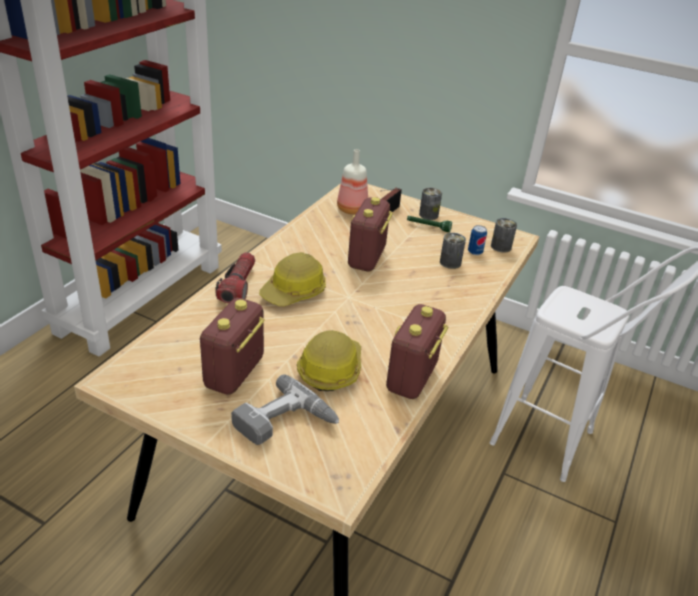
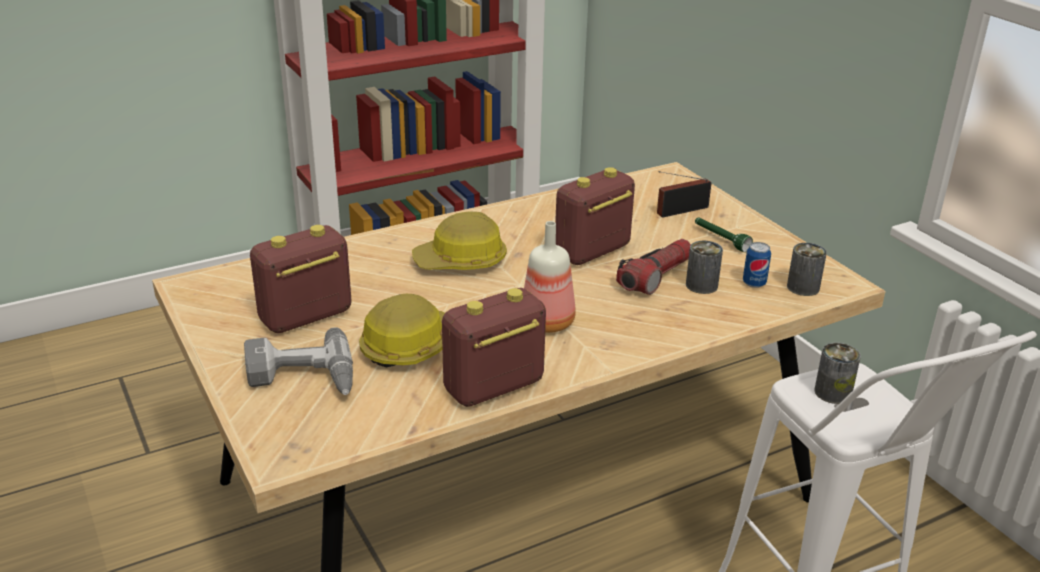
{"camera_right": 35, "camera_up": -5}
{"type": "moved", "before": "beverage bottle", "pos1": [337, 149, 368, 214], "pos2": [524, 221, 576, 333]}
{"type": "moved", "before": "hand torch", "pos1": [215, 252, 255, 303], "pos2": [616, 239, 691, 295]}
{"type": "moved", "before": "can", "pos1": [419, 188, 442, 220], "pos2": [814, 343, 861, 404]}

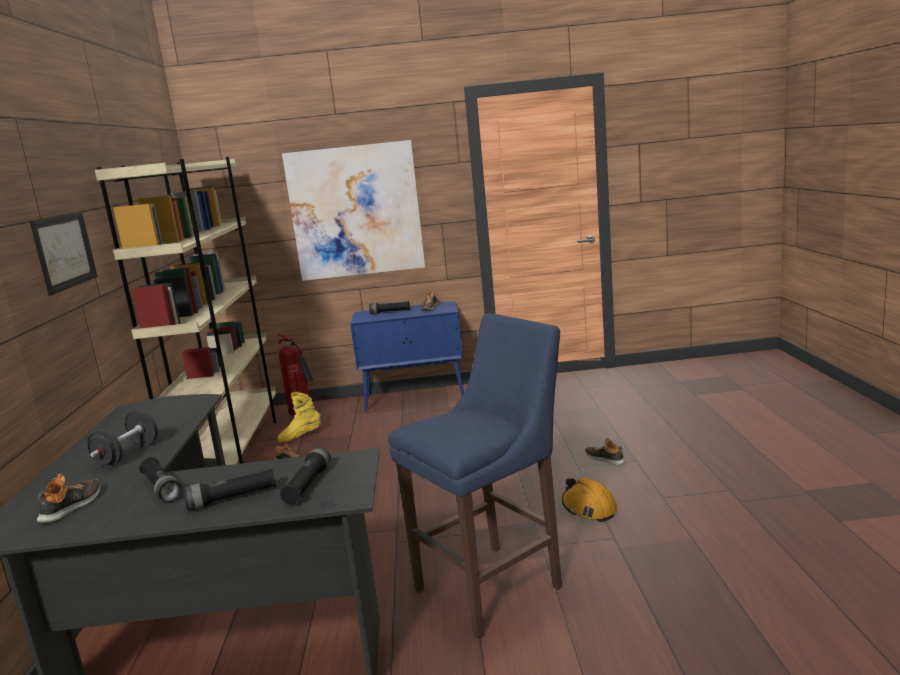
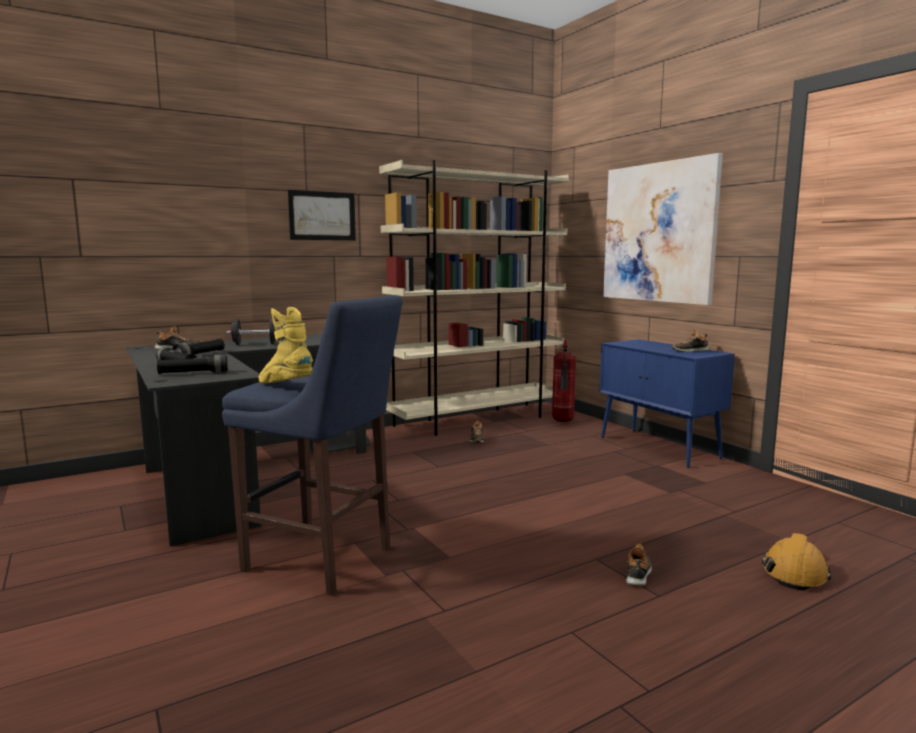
{"camera_right": 60, "camera_up": -5}
{"type": "moved", "before": "yellow-coloured high-top boot", "pos1": [277, 392, 321, 442], "pos2": [259, 307, 313, 383]}
{"type": "moved", "before": "orange-coloured safety helmet", "pos1": [562, 477, 617, 522], "pos2": [762, 533, 831, 591]}
{"type": "removed", "before": "black-coloured hand torch", "pos1": [369, 301, 410, 314]}

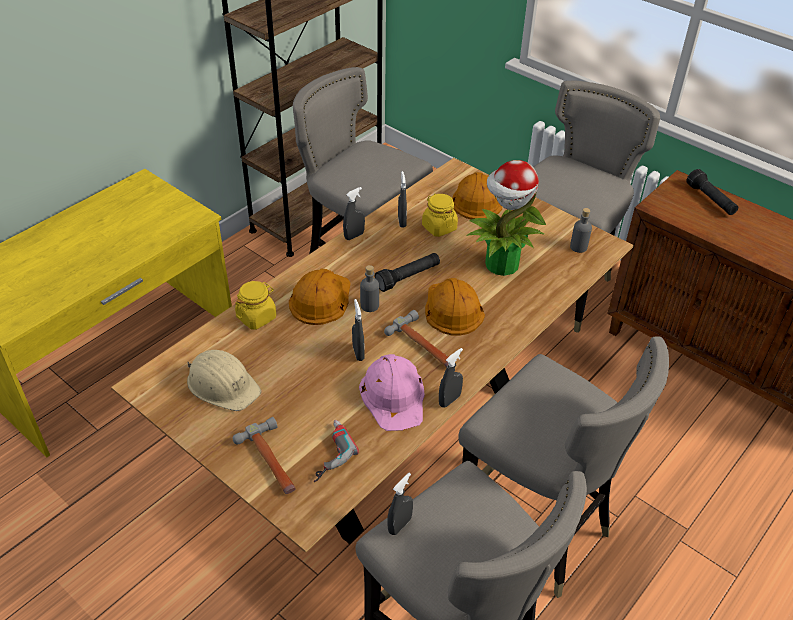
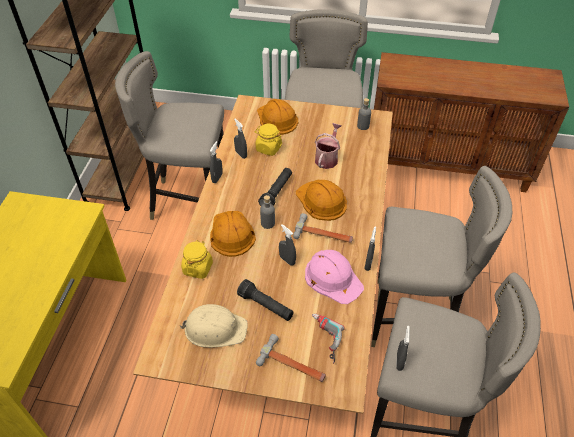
{"camera_right": -30, "camera_up": 5}
{"type": "moved", "before": "black-coloured hand torch", "pos1": [686, 169, 738, 215], "pos2": [237, 279, 294, 321]}
{"type": "replaced", "before": "plant in a pot", "after": "sprinkling can", "pos1": [467, 160, 546, 276], "pos2": [315, 123, 342, 169]}

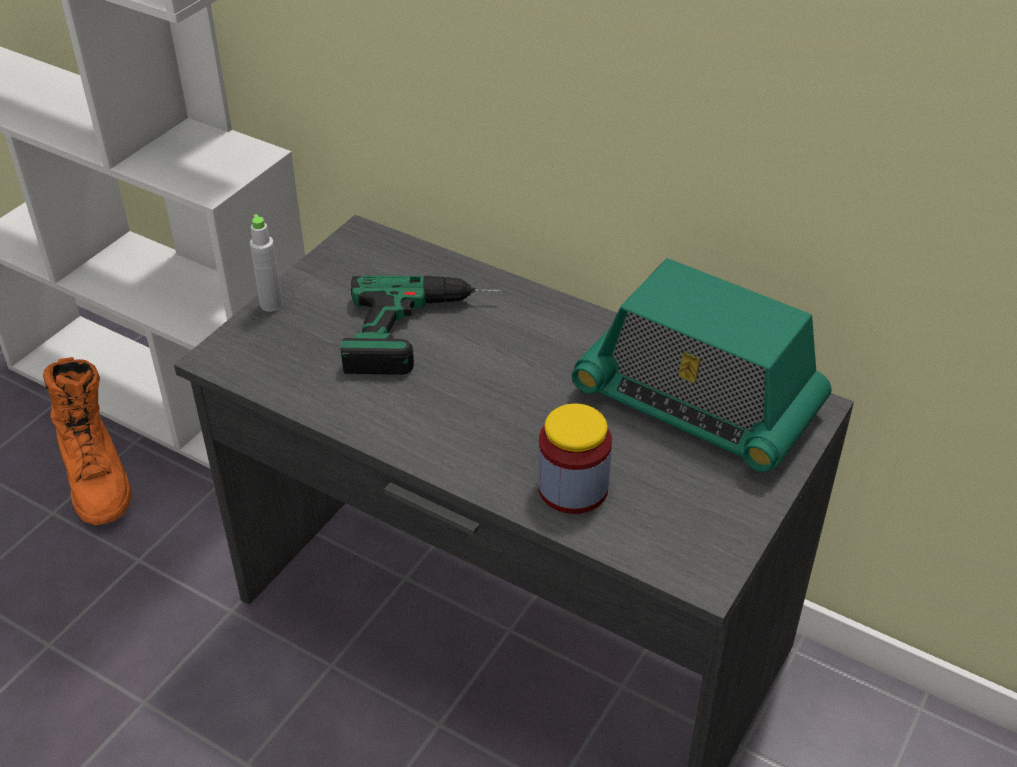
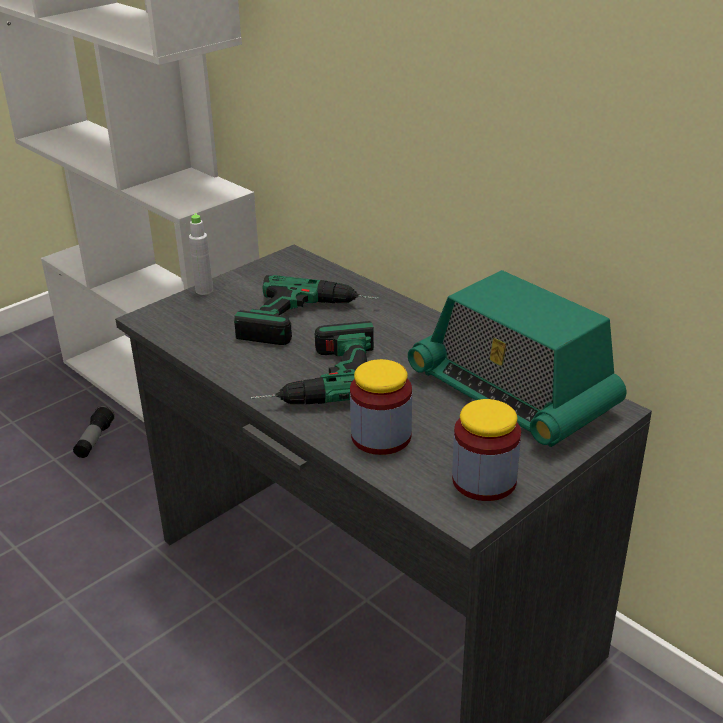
{"camera_right": 15, "camera_up": -10}
{"type": "replaced", "before": "orange-coloured high-top boot", "after": "hand torch", "pos1": [43, 357, 132, 525], "pos2": [73, 406, 115, 458]}
{"type": "added", "after": "power drill", "pos2": [251, 321, 374, 404]}
{"type": "added", "after": "jar", "pos2": [452, 399, 521, 501]}

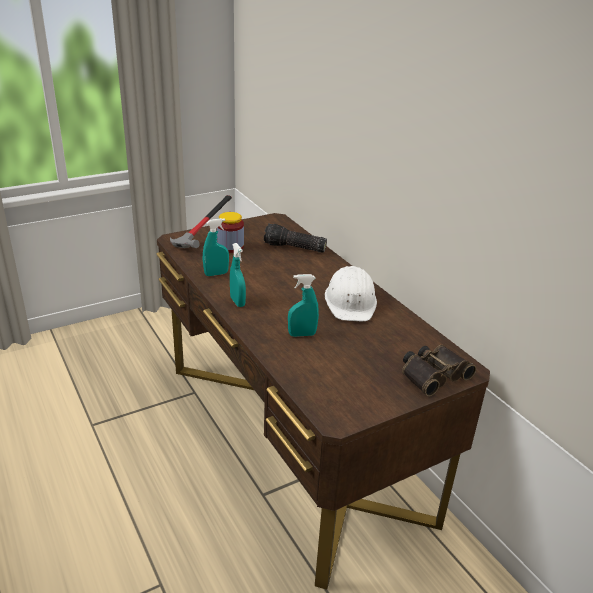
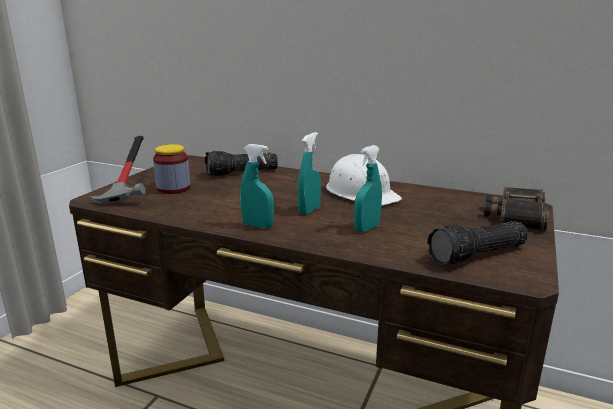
{"camera_right": -35, "camera_up": -10}
{"type": "moved", "before": "turquoise-coloured spray bottle", "pos1": [203, 218, 229, 276], "pos2": [298, 132, 321, 215]}
{"type": "added", "after": "hand torch", "pos2": [427, 221, 528, 265]}

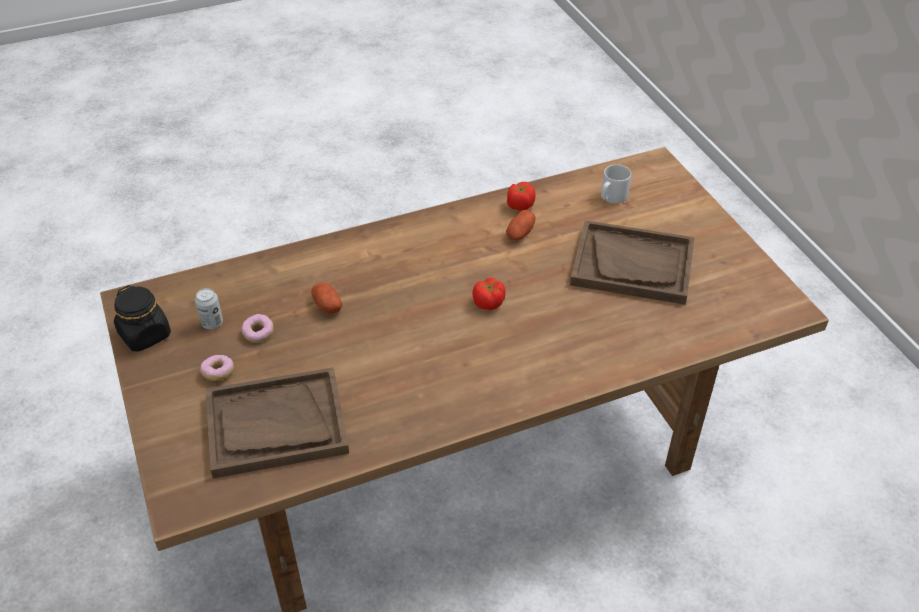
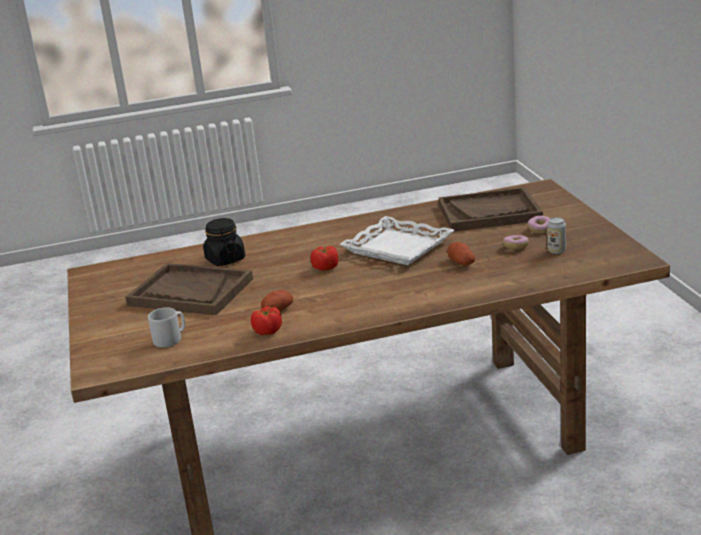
{"camera_right": -170, "camera_up": -20}
{"type": "moved", "before": "black-coloured jar", "pos1": [114, 285, 171, 352], "pos2": [203, 218, 245, 266]}
{"type": "added", "after": "whitish carrying tray", "pos2": [339, 216, 454, 265]}

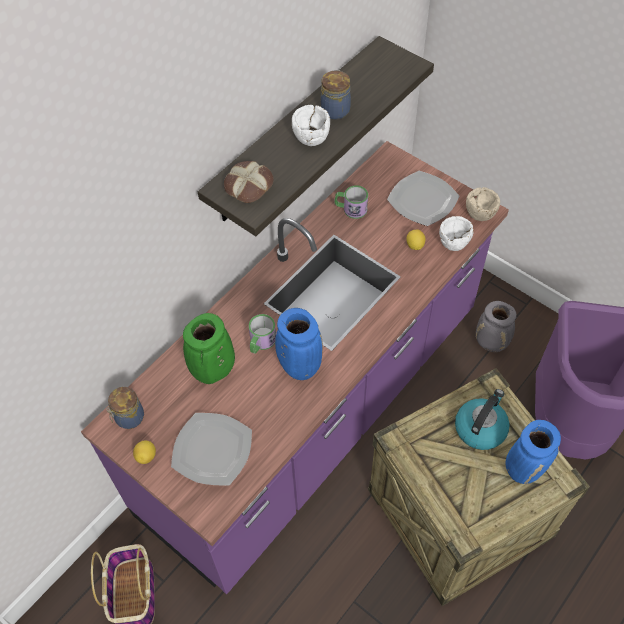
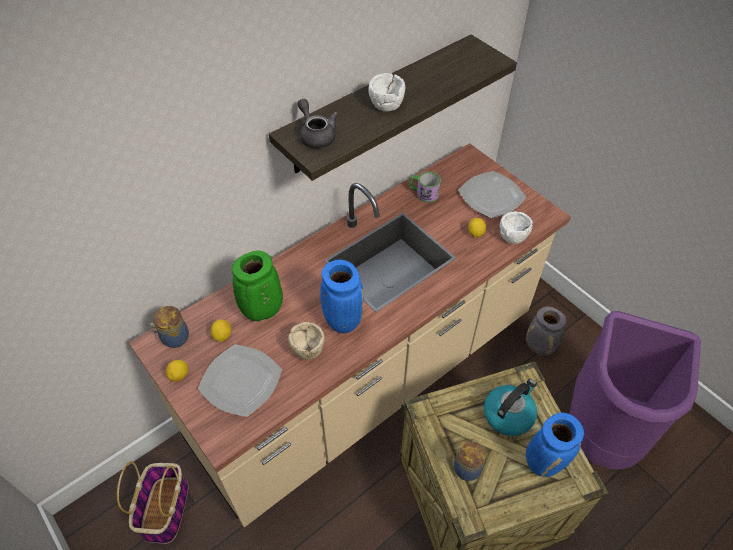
{"camera_right": 10, "camera_up": -5}
{"type": "recoloured", "before": "purple-coloured kitchen base unit", "after": "sand-coloured kitchen base unit", "pos1": [81, 141, 509, 594], "pos2": [128, 143, 571, 527]}
{"type": "added", "after": "citrus fruit", "pos2": [211, 320, 232, 342]}
{"type": "moved", "before": "sand-coloured deep dish", "pos1": [466, 187, 500, 221], "pos2": [288, 322, 325, 360]}
{"type": "replaced", "before": "baked bread", "after": "gray tea pot", "pos1": [224, 161, 274, 203], "pos2": [298, 99, 338, 149]}
{"type": "moved", "before": "jar", "pos1": [321, 70, 351, 120], "pos2": [454, 439, 486, 481]}
{"type": "removed", "before": "tea mug", "pos1": [249, 314, 276, 354]}

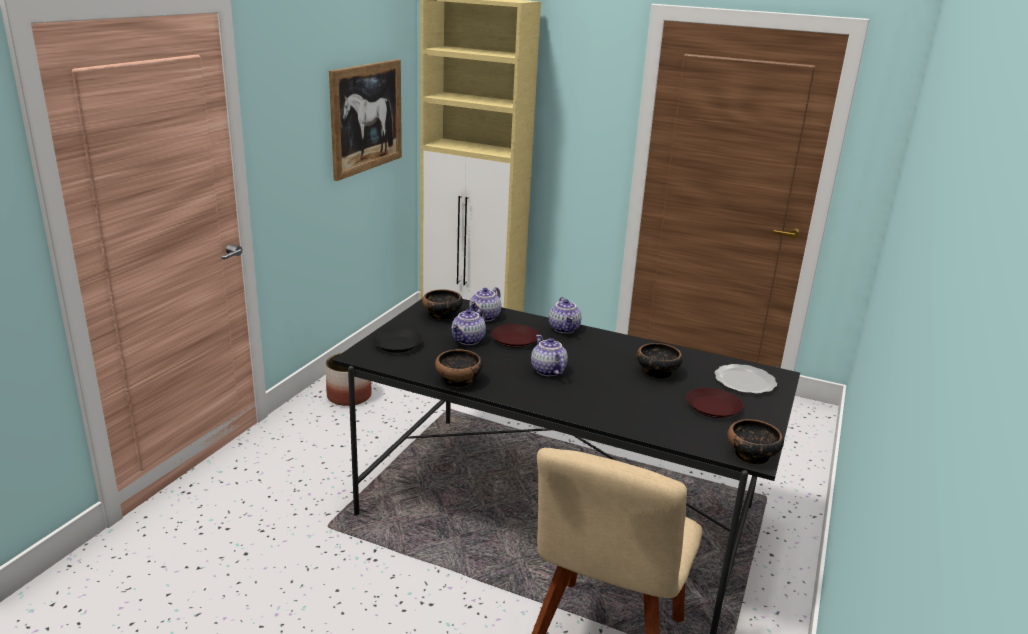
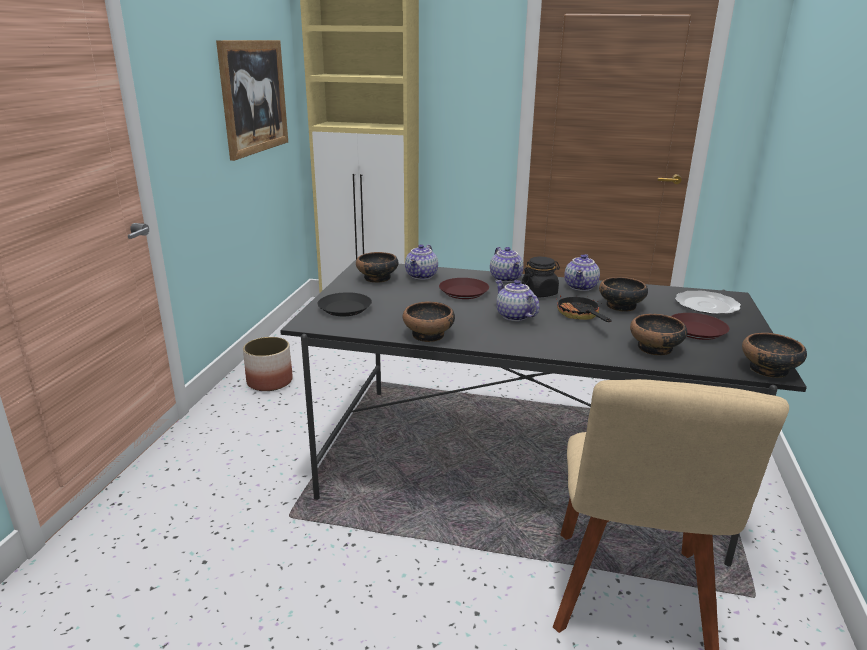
{"camera_right": -10, "camera_up": 0}
{"type": "added", "after": "black-coloured jar", "pos2": [522, 257, 560, 298]}
{"type": "added", "after": "skillet", "pos2": [556, 289, 612, 322]}
{"type": "moved", "before": "tea pot", "pos1": [451, 308, 486, 345], "pos2": [564, 254, 600, 291]}
{"type": "added", "after": "deep dish", "pos2": [630, 314, 687, 356]}

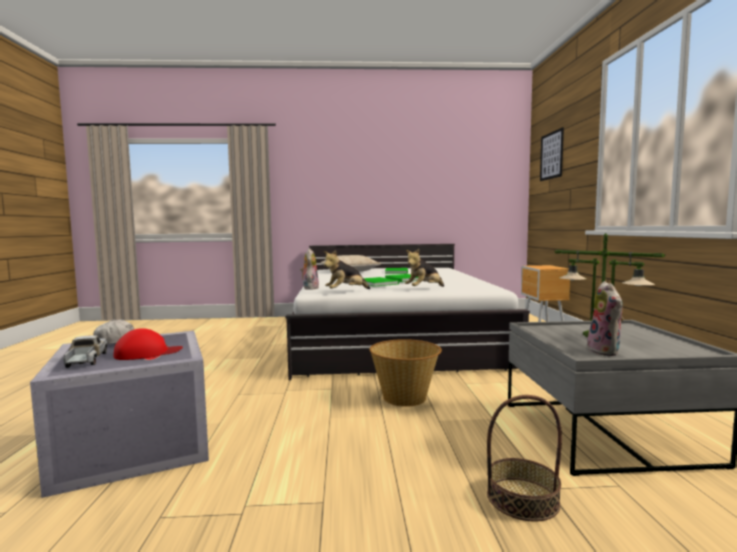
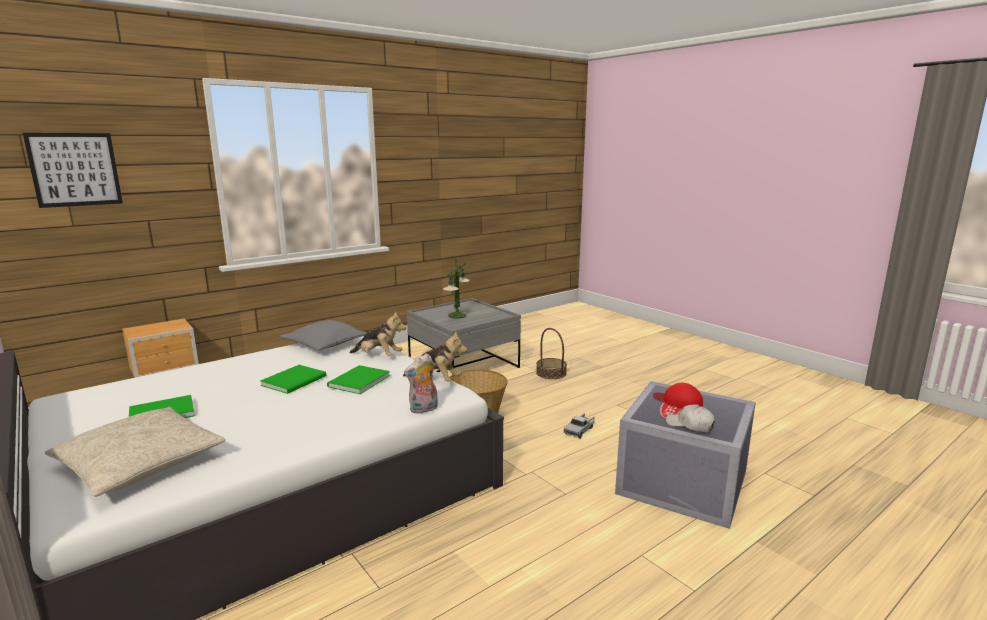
{"camera_right": -125, "camera_up": 10}
{"type": "added", "after": "gray cushion", "pos2": [280, 320, 367, 351]}
{"type": "moved", "before": "toy truck", "pos1": [63, 335, 108, 368], "pos2": [564, 413, 594, 439]}
{"type": "removed", "before": "soft toy", "pos1": [587, 281, 624, 356]}

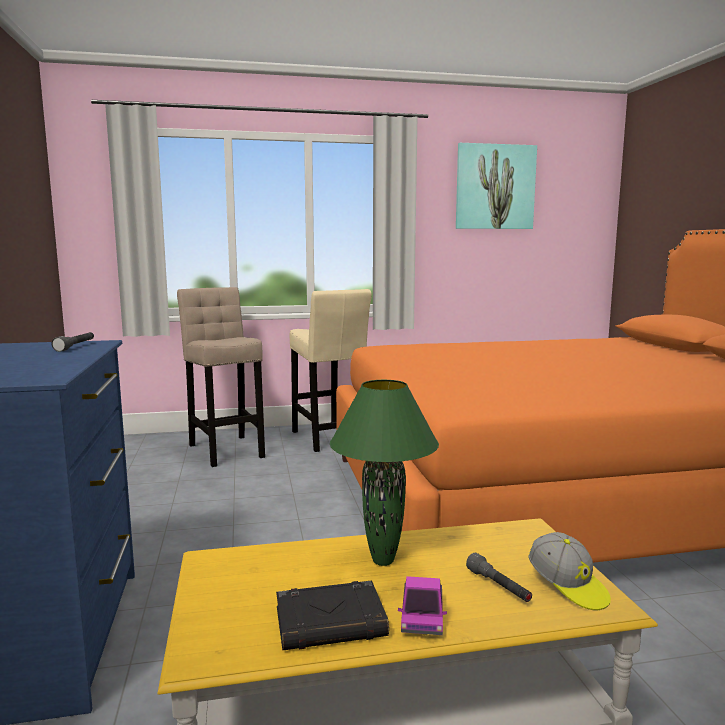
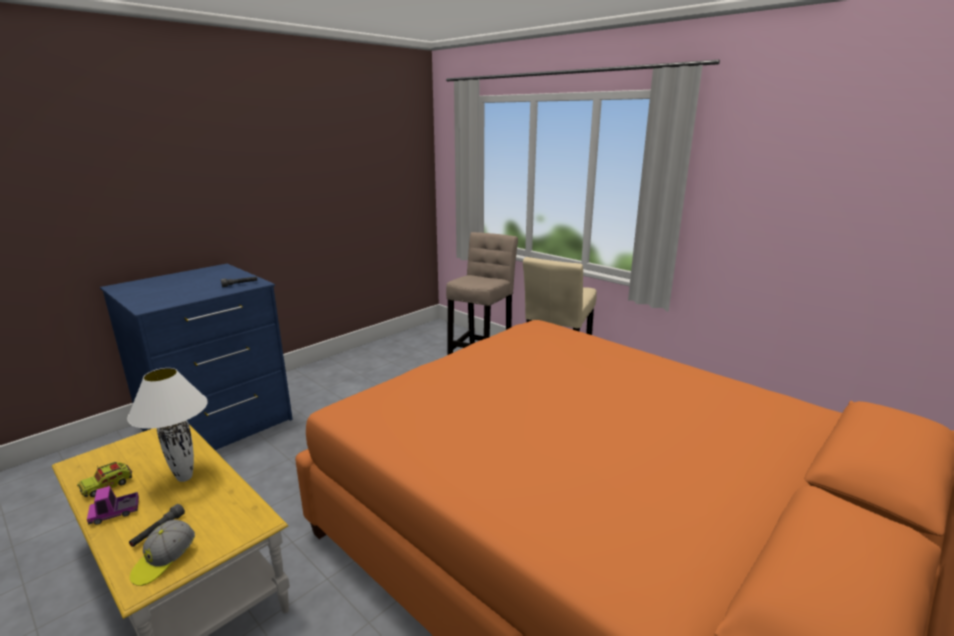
{"camera_right": 55, "camera_up": 10}
{"type": "replaced", "before": "black-coloured volume", "after": "toy truck", "pos1": [276, 580, 389, 651], "pos2": [77, 462, 132, 497]}
{"type": "recoloured", "before": "green-coloured tabletop lamp", "after": "whitish tabletop lamp", "pos1": [330, 380, 439, 566], "pos2": [127, 368, 208, 482]}
{"type": "removed", "before": "picture", "pos1": [456, 143, 537, 229]}

